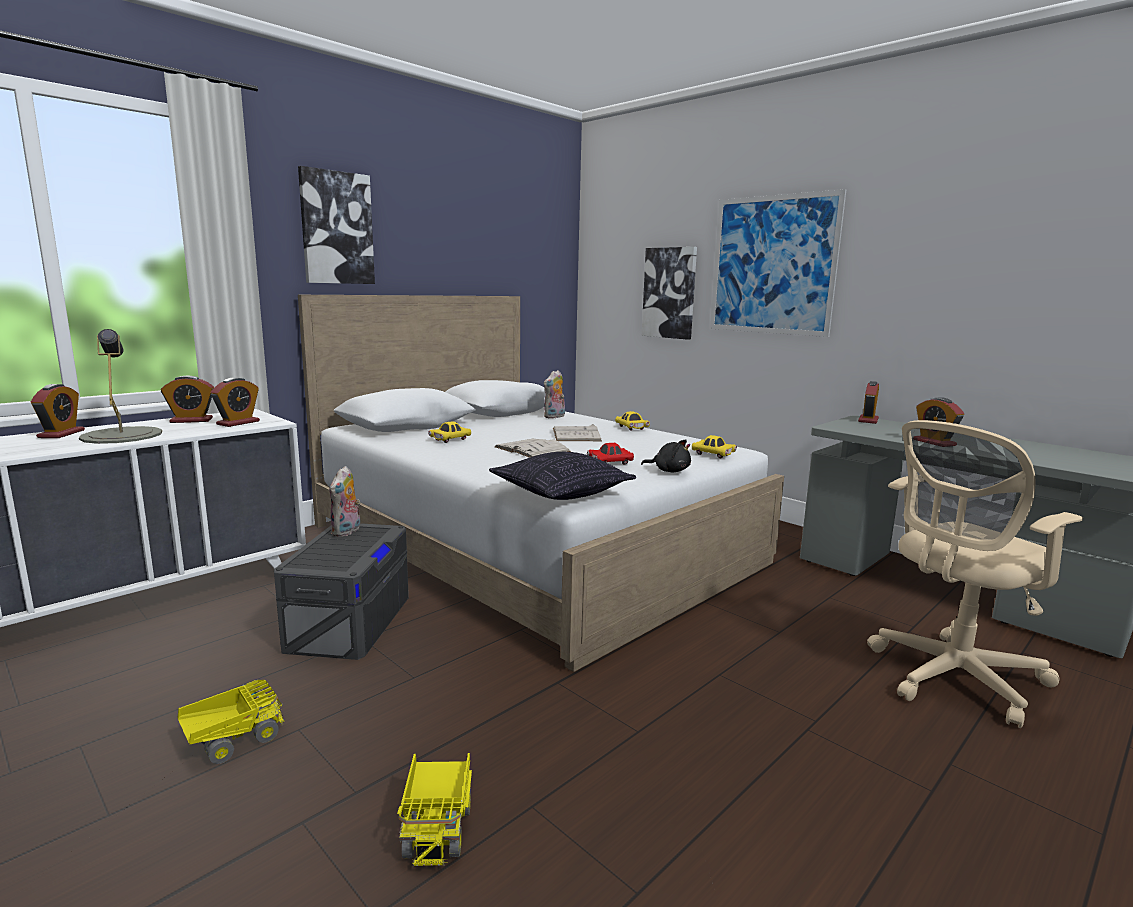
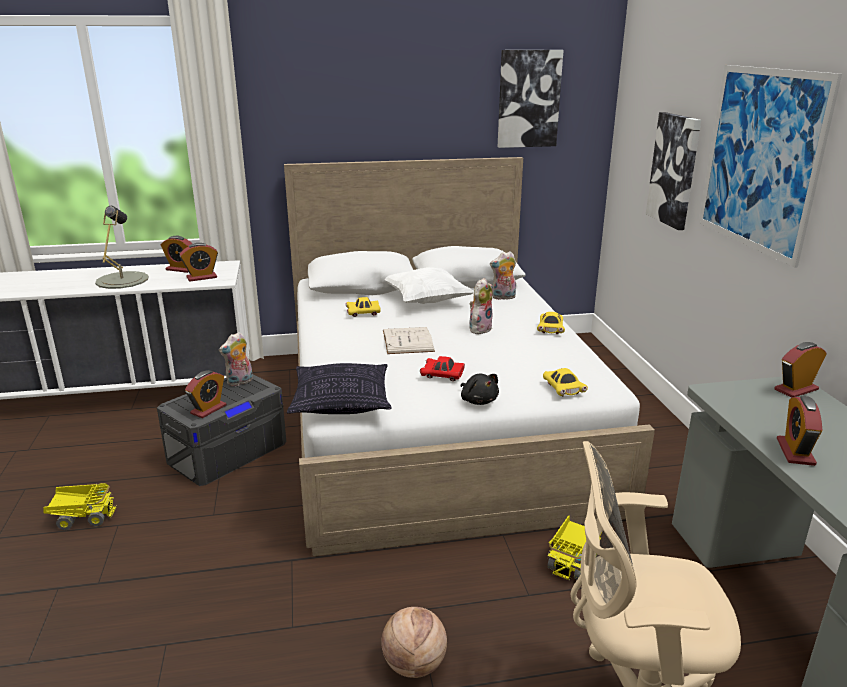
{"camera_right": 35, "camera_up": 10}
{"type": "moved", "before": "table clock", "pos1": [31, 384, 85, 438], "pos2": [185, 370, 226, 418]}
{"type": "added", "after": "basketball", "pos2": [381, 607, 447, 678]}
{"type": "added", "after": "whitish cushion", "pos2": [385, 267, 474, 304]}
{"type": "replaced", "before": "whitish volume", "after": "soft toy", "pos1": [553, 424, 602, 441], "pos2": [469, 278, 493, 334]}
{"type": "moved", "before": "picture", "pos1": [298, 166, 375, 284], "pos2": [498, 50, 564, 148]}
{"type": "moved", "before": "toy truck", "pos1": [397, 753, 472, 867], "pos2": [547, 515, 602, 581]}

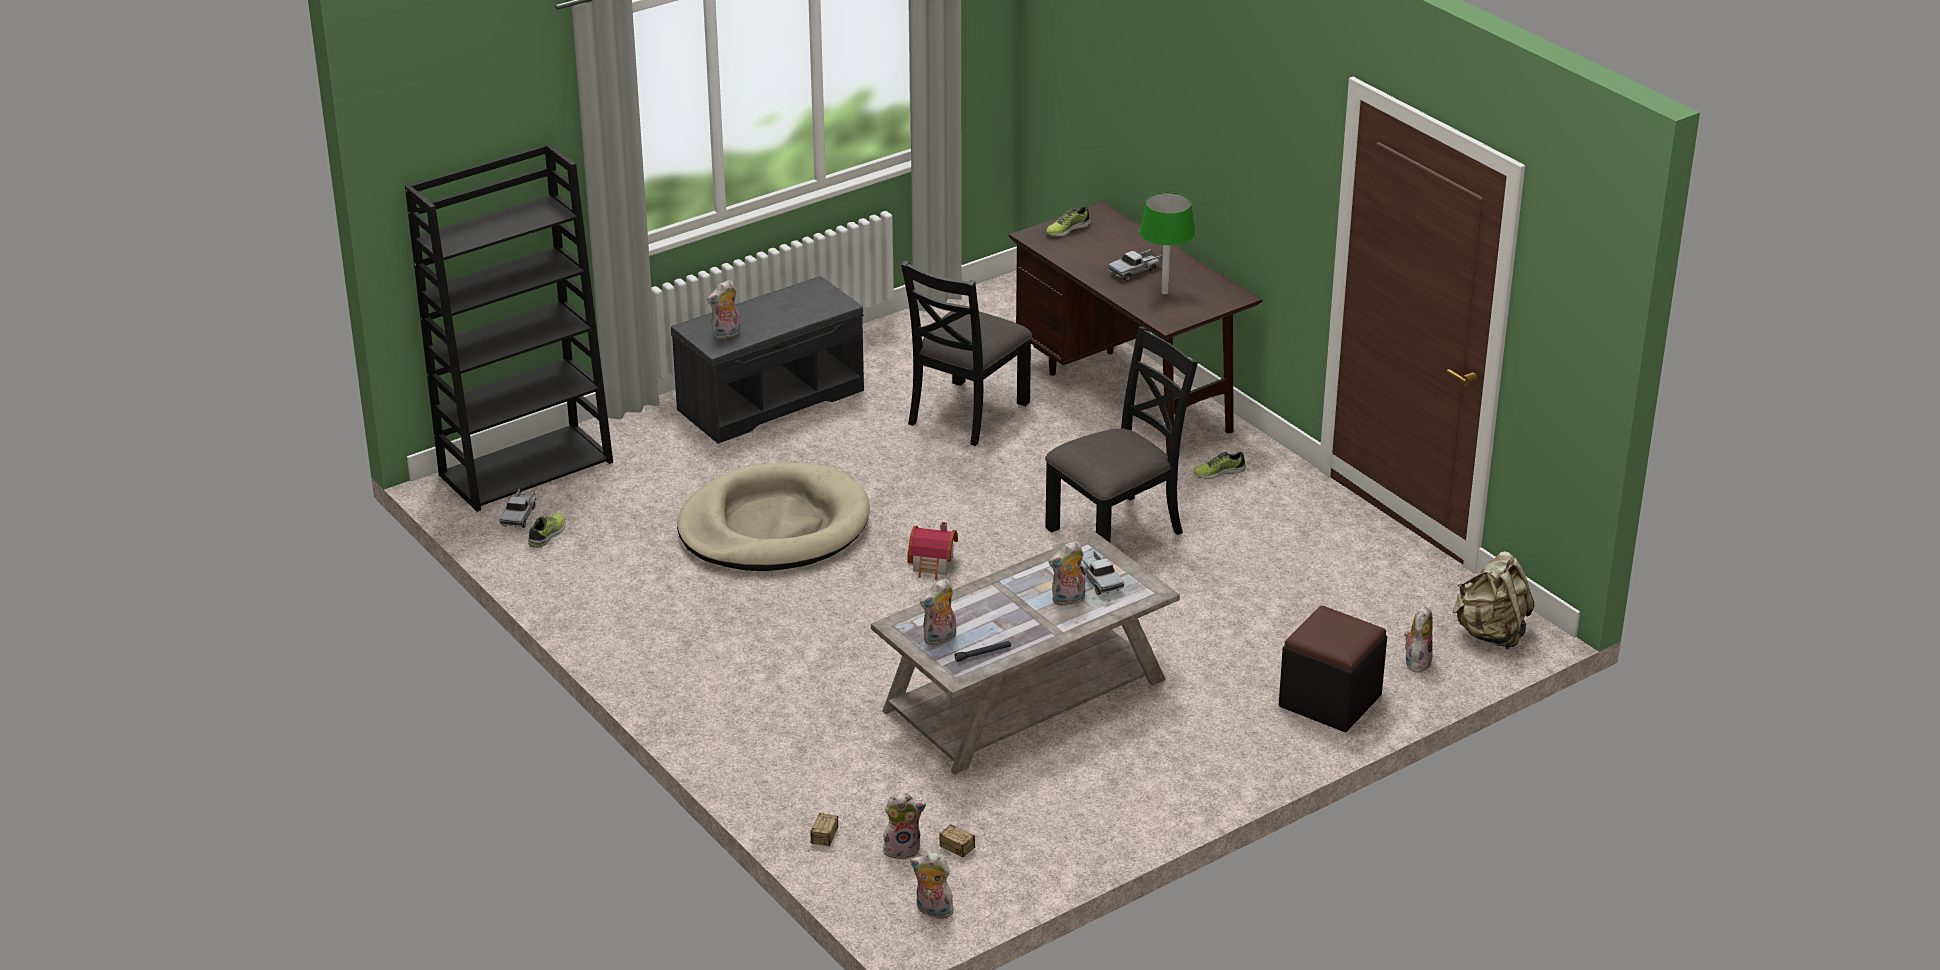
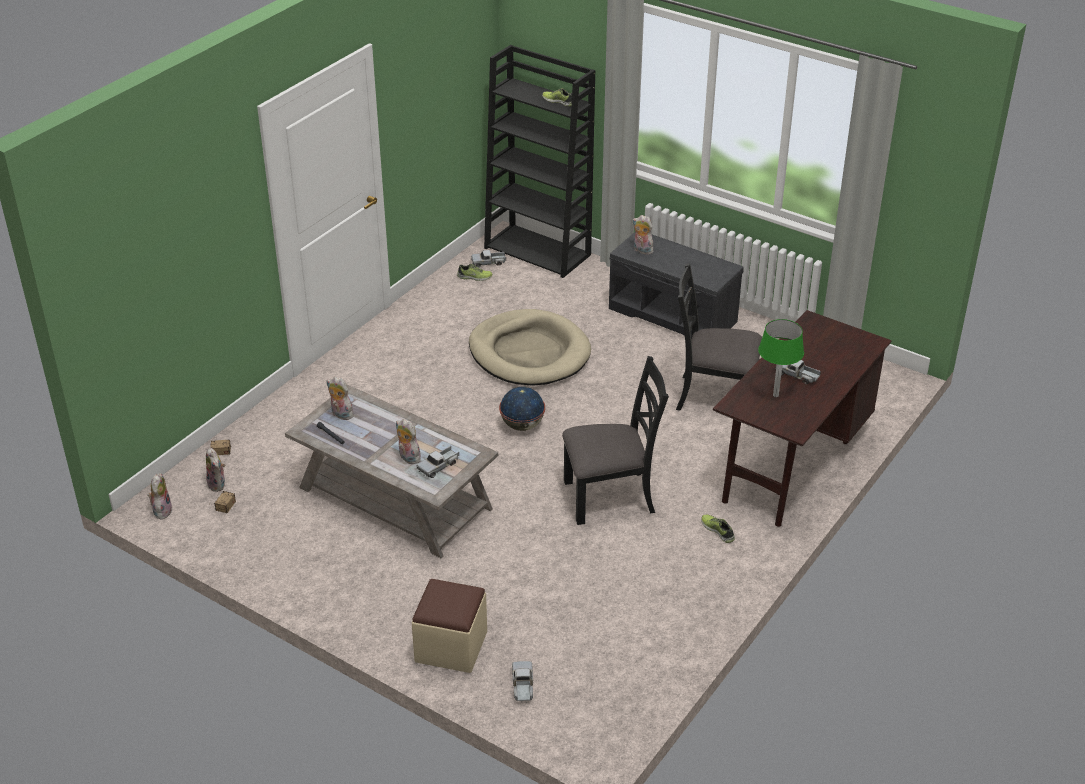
{"camera_right": 70, "camera_up": 5}
{"type": "recoloured", "before": "black-coloured ottoman", "after": "sand-coloured ottoman", "pos1": [1279, 606, 1387, 732], "pos2": [412, 579, 487, 673]}
{"type": "replaced", "before": "toy house", "after": "globe", "pos1": [907, 522, 958, 580], "pos2": [499, 387, 545, 431]}
{"type": "replaced", "before": "soft toy", "after": "toy truck", "pos1": [1404, 606, 1433, 673], "pos2": [512, 661, 533, 703]}
{"type": "moved", "before": "item of footwear", "pos1": [1046, 206, 1091, 237], "pos2": [542, 88, 572, 107]}
{"type": "turned", "before": "black-coloured plain chair", "pos1": [1045, 326, 1198, 543], "pos2": [562, 356, 669, 525], "turn": -45}
{"type": "removed", "before": "sand-coloured knapsack", "pos1": [1453, 551, 1535, 650]}

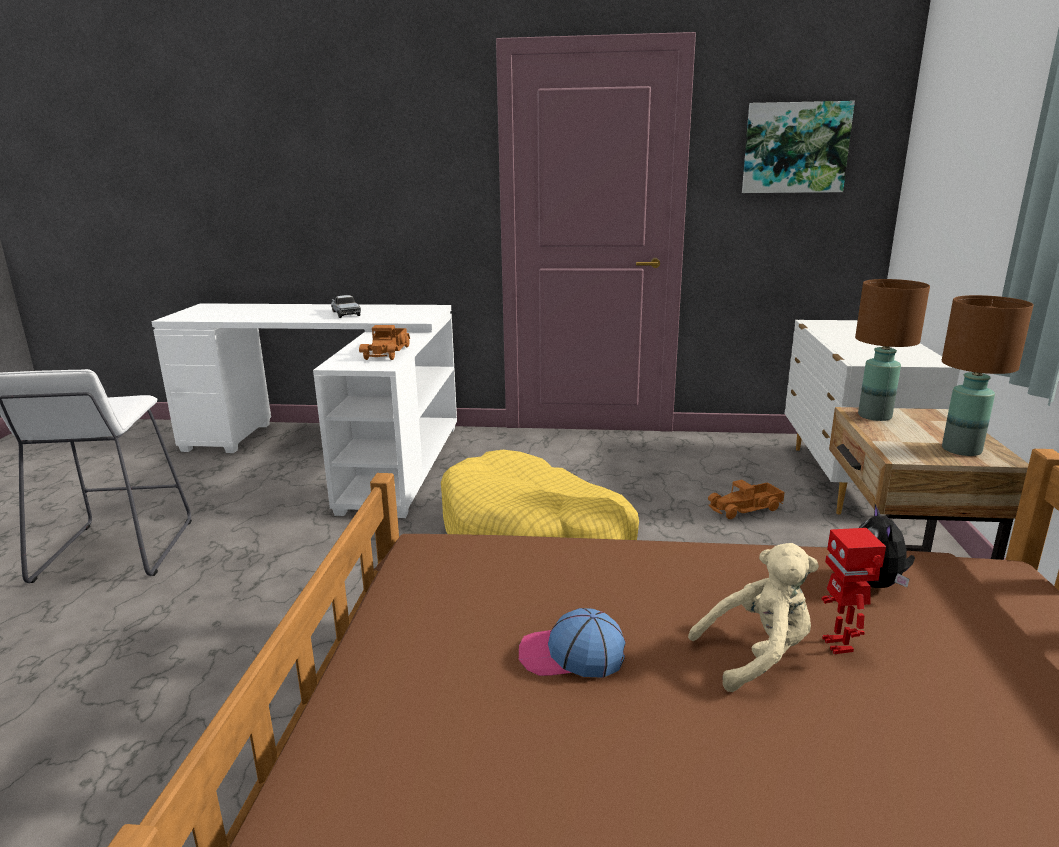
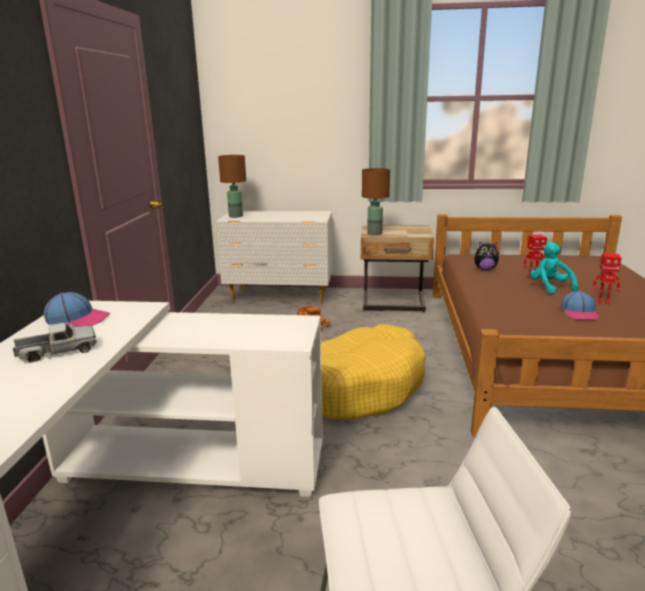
{"camera_right": -90, "camera_up": 0}
{"type": "added", "after": "cap", "pos2": [44, 292, 110, 327]}
{"type": "moved", "before": "brownish tabletop lamp", "pos1": [942, 295, 1034, 456], "pos2": [218, 155, 246, 218]}
{"type": "recoloured", "before": "sand-coloured soft toy", "after": "turquoise-coloured soft toy", "pos1": [688, 543, 819, 692], "pos2": [530, 242, 578, 294]}
{"type": "added", "after": "toy robot", "pos2": [592, 253, 622, 304]}
{"type": "removed", "before": "toy truck", "pos1": [359, 325, 411, 360]}
{"type": "removed", "before": "picture", "pos1": [742, 101, 855, 193]}

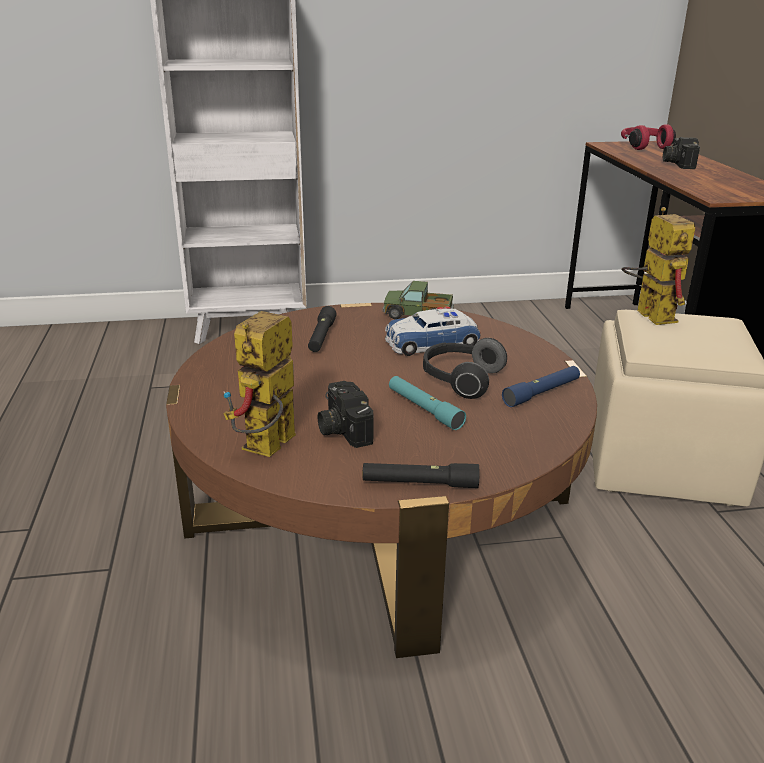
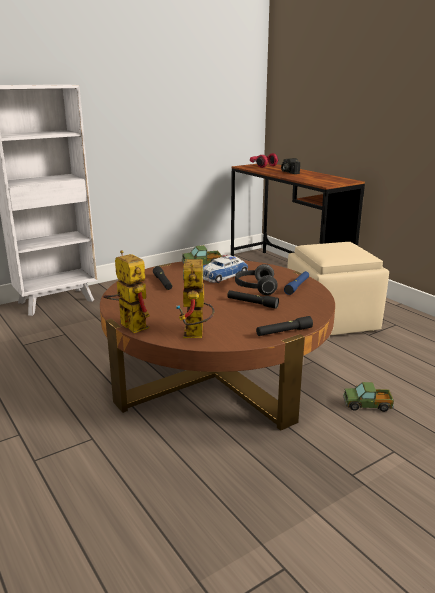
{"camera_right": -25, "camera_up": -5}
{"type": "moved", "before": "toy robot", "pos1": [622, 207, 695, 325], "pos2": [103, 250, 150, 333]}
{"type": "recoloured", "before": "turquoise-coloured hand torch", "after": "black-coloured hand torch", "pos1": [389, 376, 466, 430], "pos2": [227, 290, 279, 309]}
{"type": "added", "after": "toy truck", "pos2": [343, 382, 394, 412]}
{"type": "removed", "before": "photo camera", "pos1": [317, 381, 374, 448]}

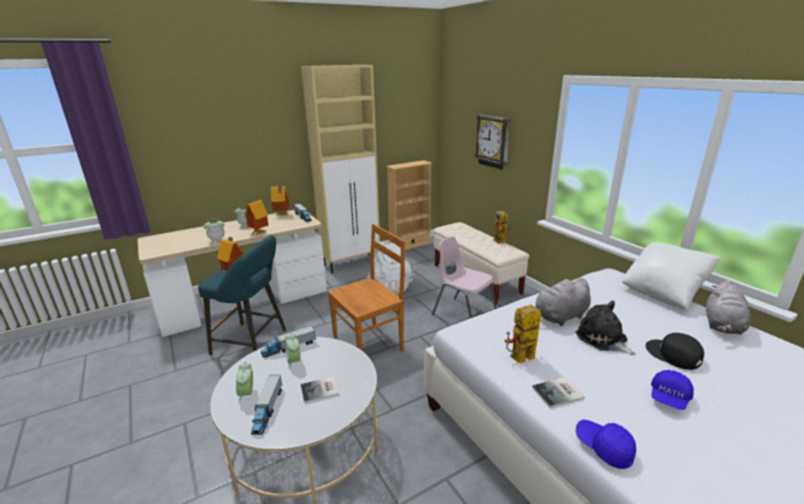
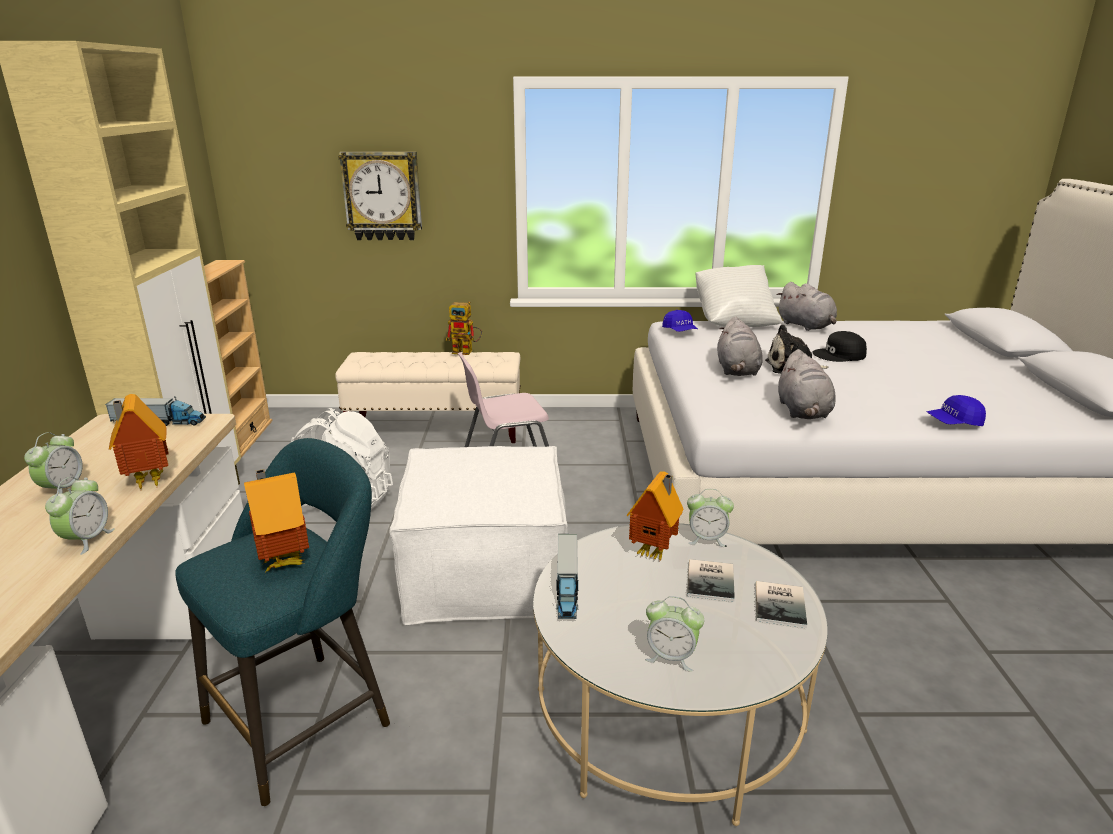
{"camera_right": -60, "camera_up": 0}
{"type": "replaced", "before": "brownish plain chair", "after": "whitish ottoman", "pos1": [327, 224, 405, 352], "pos2": [389, 446, 568, 625]}
{"type": "moved", "before": "toy house", "pos1": [271, 186, 289, 216], "pos2": [626, 471, 683, 560]}
{"type": "moved", "before": "blue cap", "pos1": [651, 370, 694, 410], "pos2": [662, 310, 698, 332]}
{"type": "moved", "before": "table clock", "pos1": [285, 333, 300, 370], "pos2": [687, 489, 734, 547]}
{"type": "moved", "before": "volume", "pos1": [532, 377, 585, 408], "pos2": [756, 581, 807, 628]}
{"type": "replaced", "before": "toy robot", "after": "gray soft toy", "pos1": [505, 305, 542, 363], "pos2": [778, 349, 836, 419]}
{"type": "removed", "before": "toy truck", "pos1": [251, 375, 282, 435]}

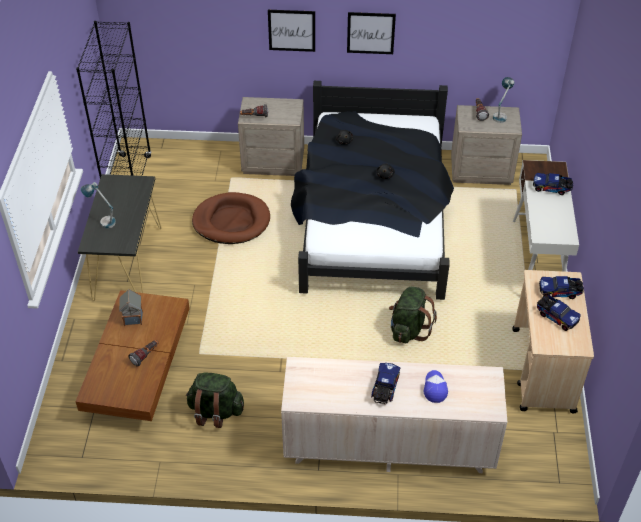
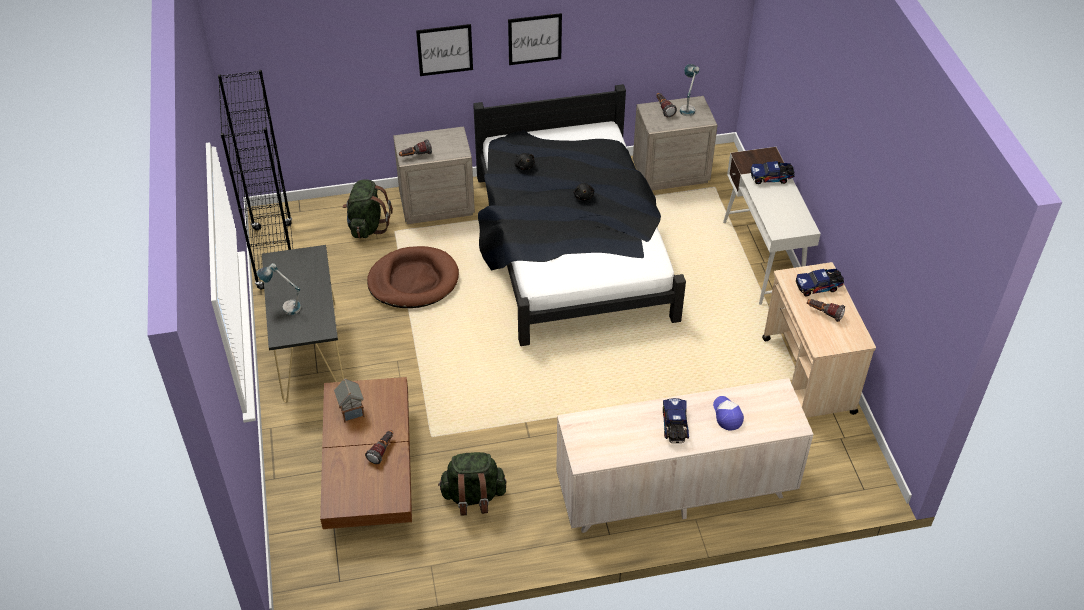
{"camera_right": -15, "camera_up": 0}
{"type": "moved", "before": "green-coloured knapsack", "pos1": [389, 287, 437, 343], "pos2": [342, 180, 393, 238]}
{"type": "replaced", "before": "toy truck", "after": "hand torch", "pos1": [537, 295, 581, 331], "pos2": [807, 299, 845, 322]}

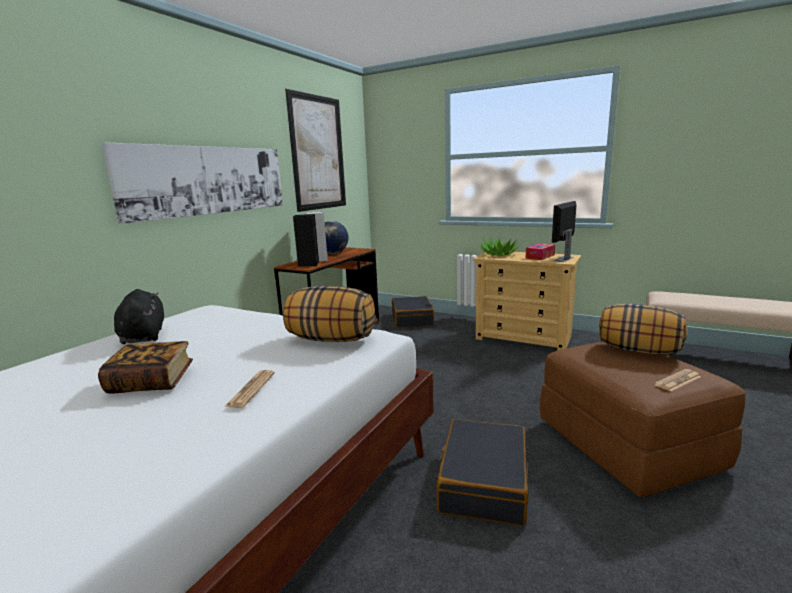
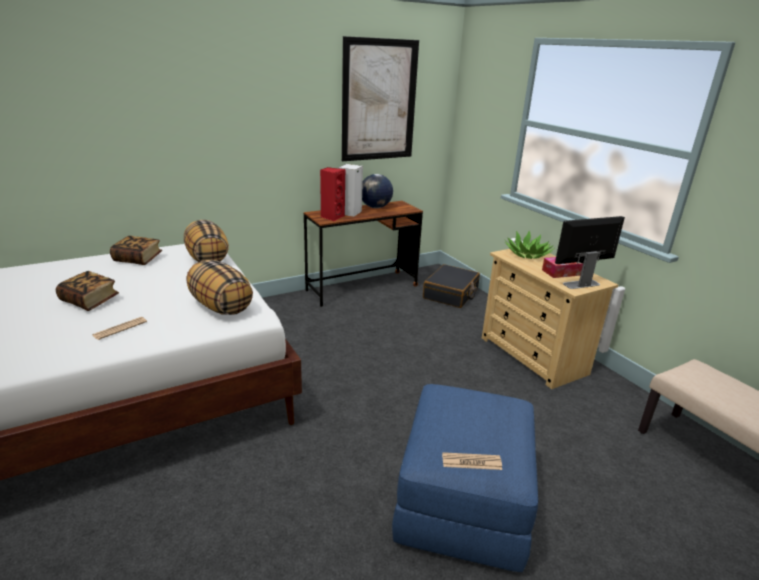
{"camera_right": 30, "camera_up": 10}
{"type": "replaced", "before": "black-coloured soft toy", "after": "volume", "pos1": [114, 289, 164, 344], "pos2": [110, 236, 162, 265]}
{"type": "moved", "before": "cushion", "pos1": [599, 304, 687, 355], "pos2": [184, 220, 229, 262]}
{"type": "recoloured", "before": "black-coloured audio speaker", "after": "reddish audio speaker", "pos1": [293, 214, 319, 266], "pos2": [320, 167, 346, 221]}
{"type": "recoloured", "before": "brownish ottoman", "after": "blue ottoman", "pos1": [540, 341, 746, 497], "pos2": [392, 384, 538, 572]}
{"type": "removed", "before": "picture", "pos1": [101, 142, 283, 224]}
{"type": "removed", "before": "black-coloured suitcase", "pos1": [436, 419, 529, 526]}

